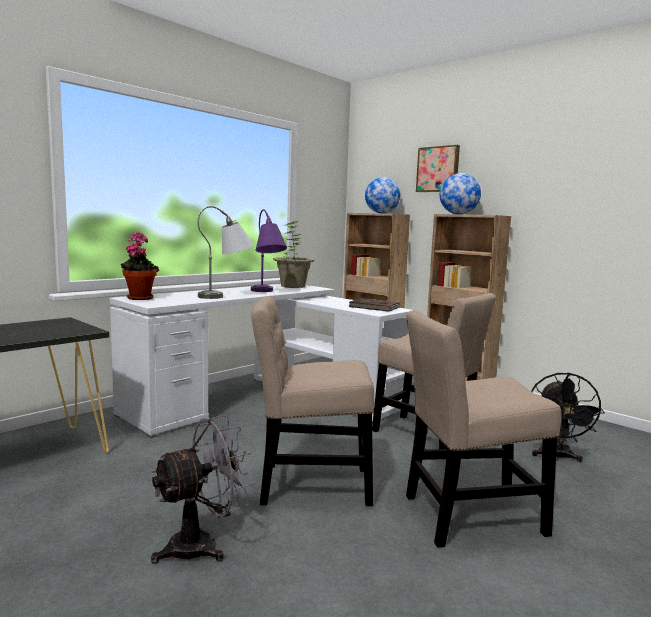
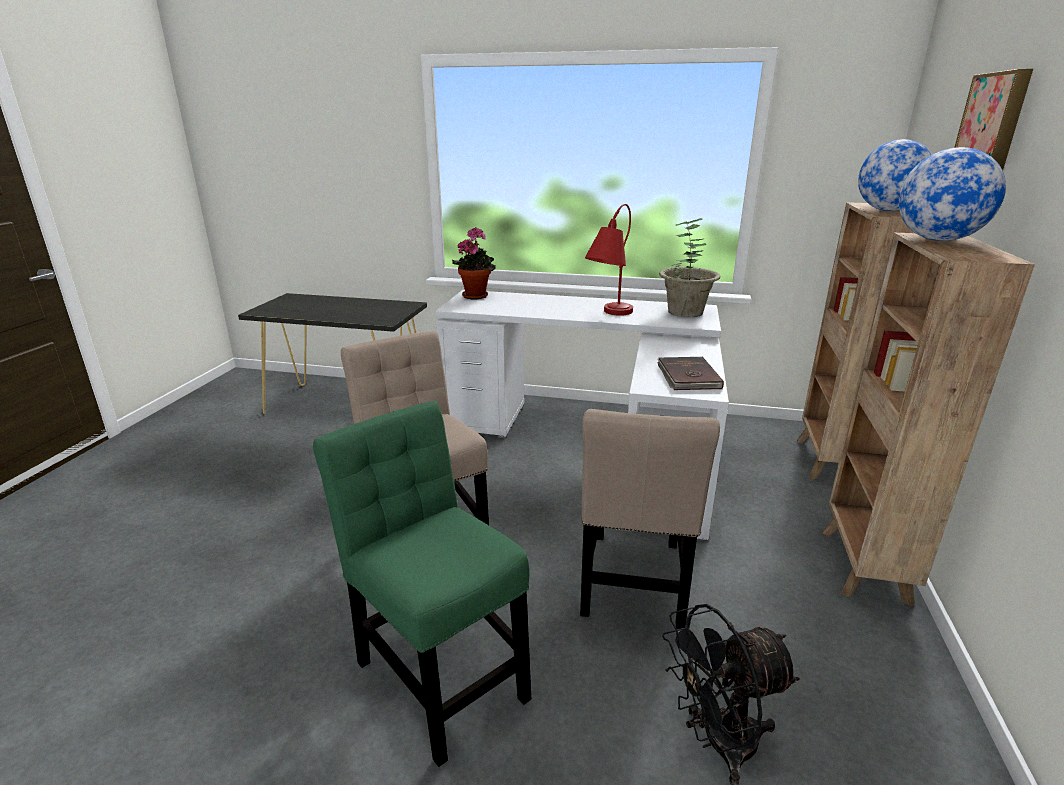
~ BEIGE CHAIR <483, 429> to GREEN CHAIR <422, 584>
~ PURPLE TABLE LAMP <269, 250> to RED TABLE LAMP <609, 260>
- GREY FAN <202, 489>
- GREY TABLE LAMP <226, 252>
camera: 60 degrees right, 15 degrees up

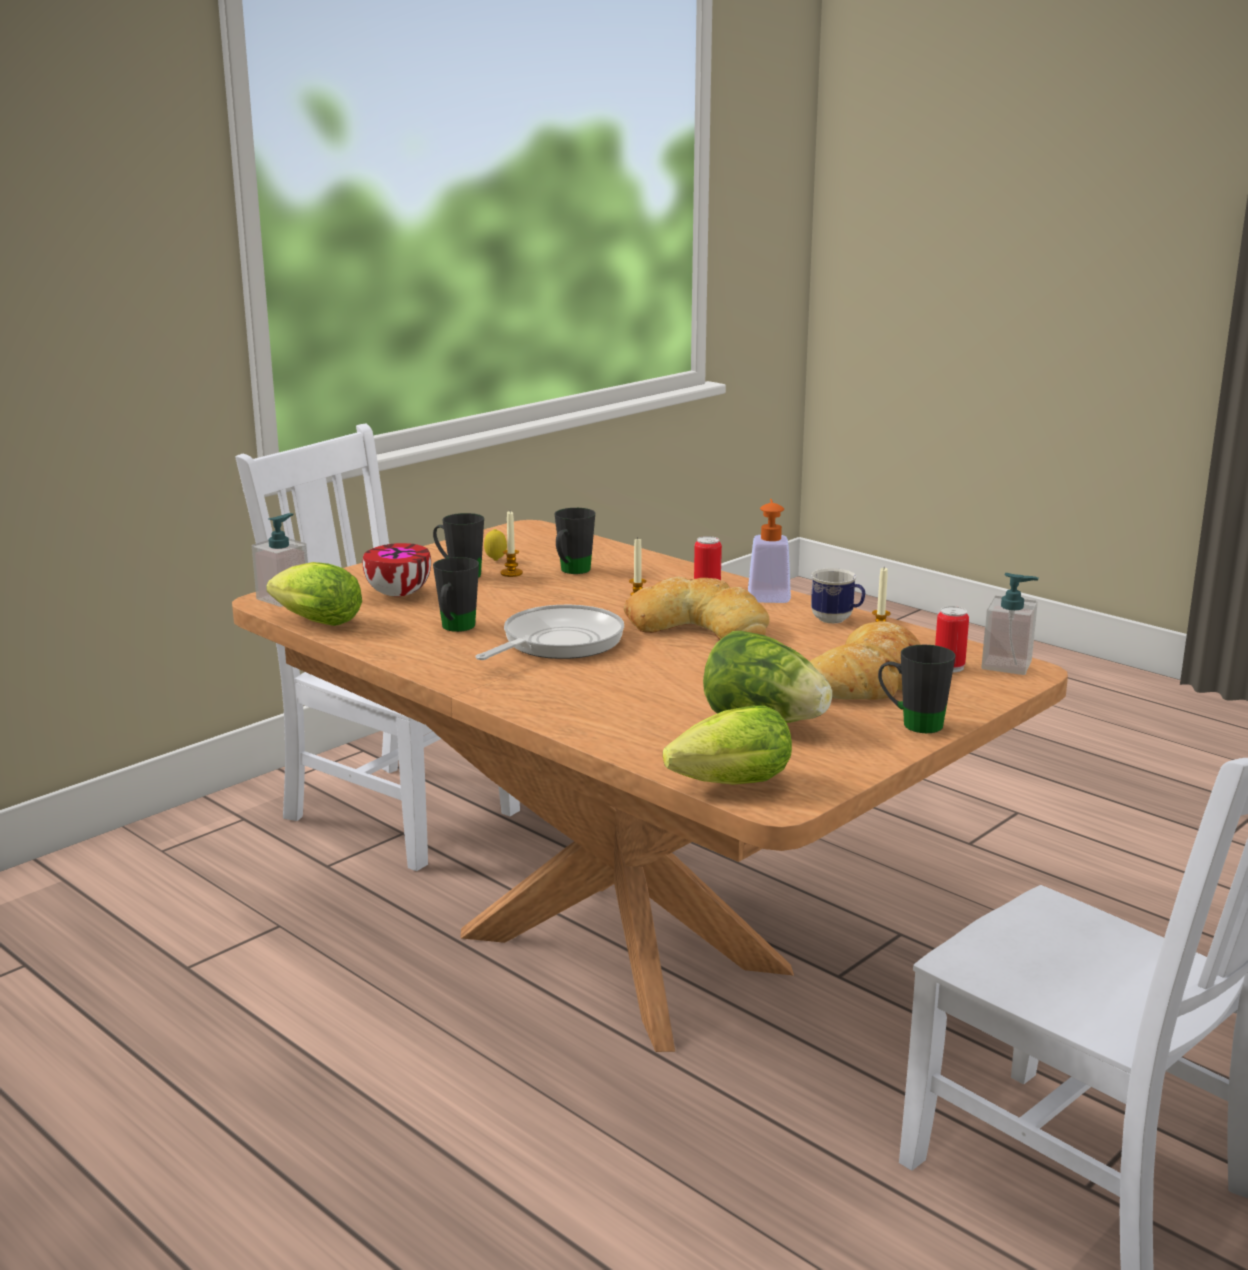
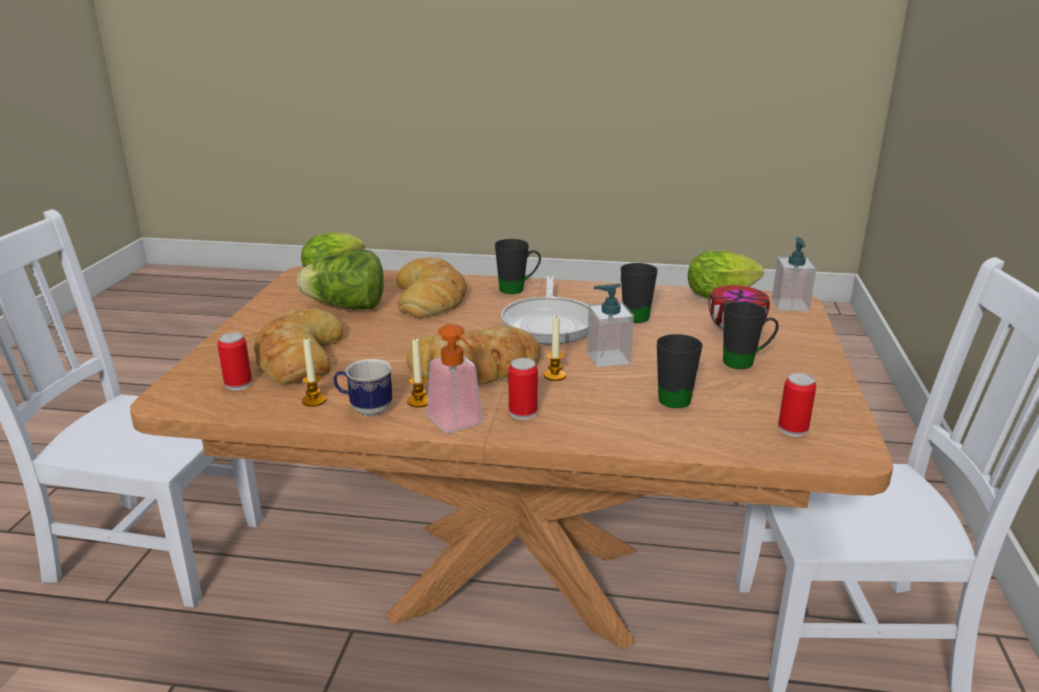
+ BREAD <431, 287>
~ CANDLE <512, 544> to <417, 373>
~ BLACK MUG <917, 688> to <518, 266>
~ SOAP DISPENSER <1010, 624> to <610, 325>
+ CAN <797, 405>
- LEMON <495, 545>
camera: 145 degrees right, 5 degrees up

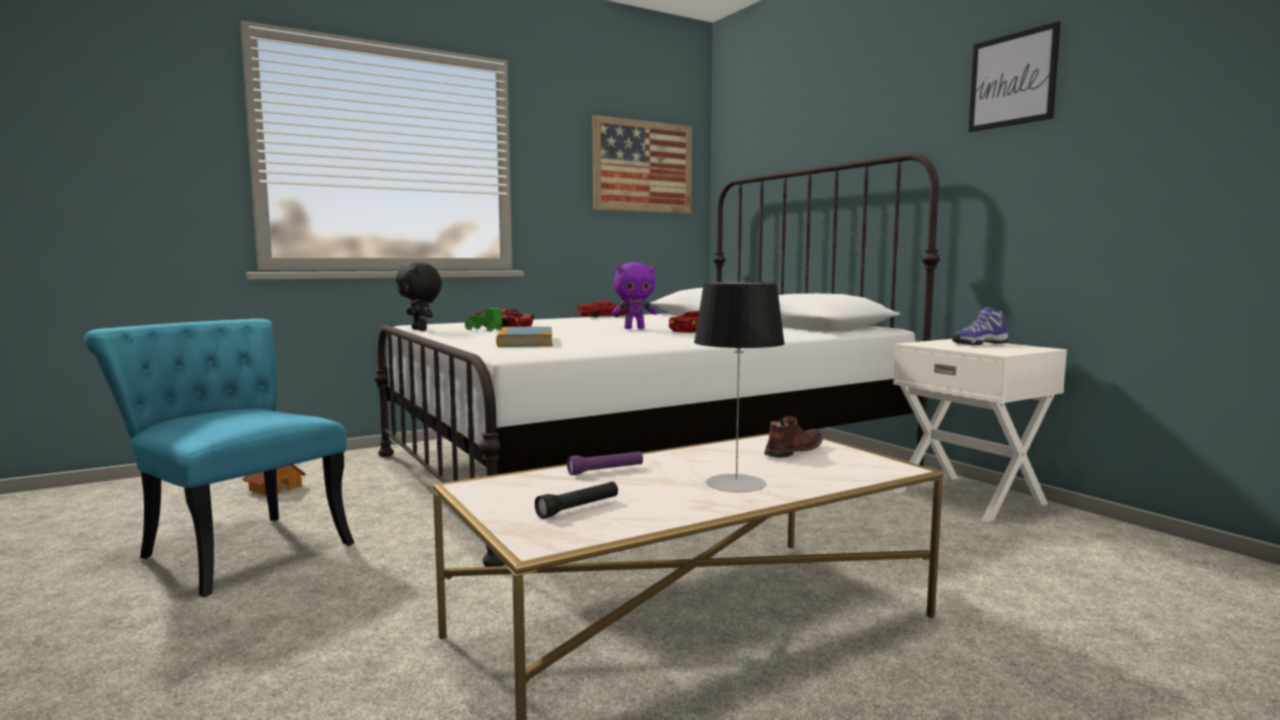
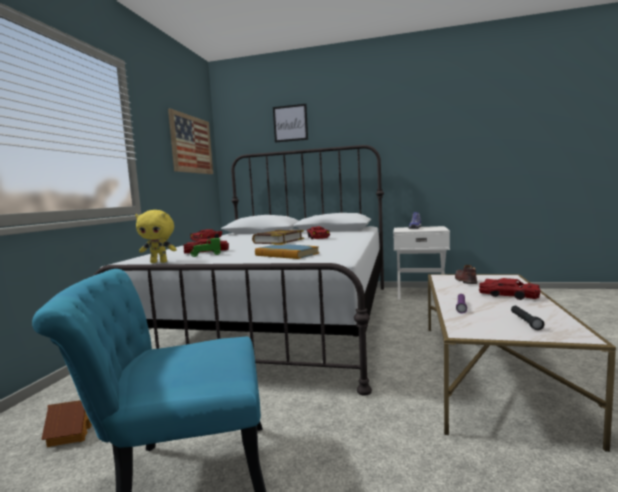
~ BLACK PLUSH TOY <419, 296> to YELLOW PLUSH TOY <156, 236>
~ PURPLE PLUSH TOY <634, 295> to BOOK <278, 237>
~ PICTURE <1015, 76> to <290, 123>
~ TABLE LAMP <739, 387> to RED TOY CAR <510, 289>
camera: 45 degrees left, 0 degrees up

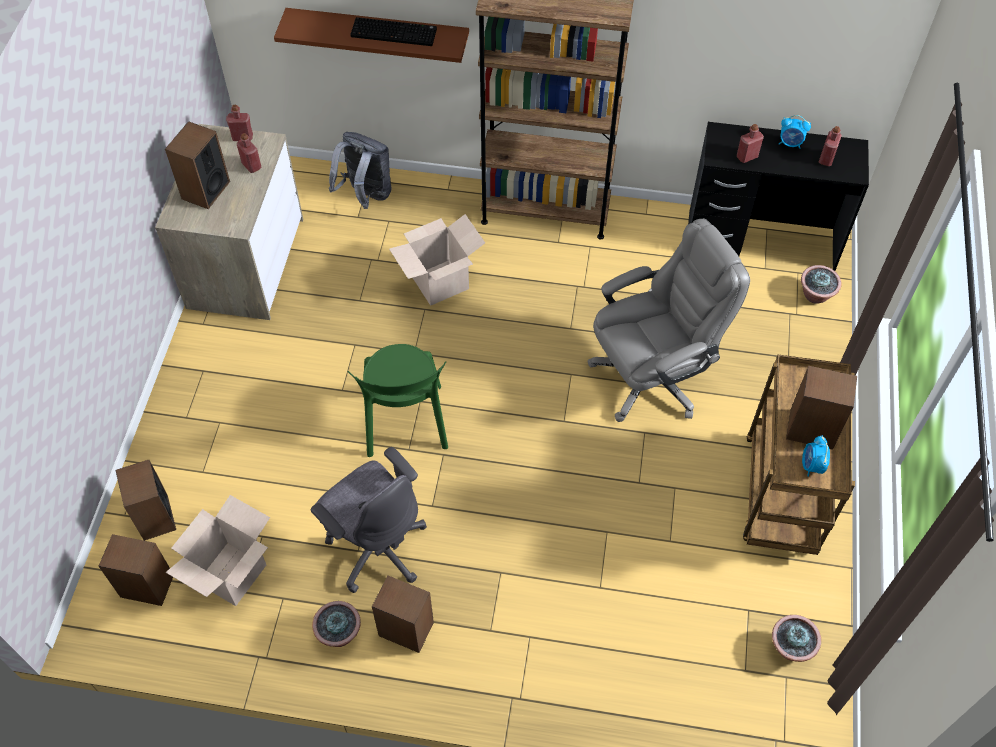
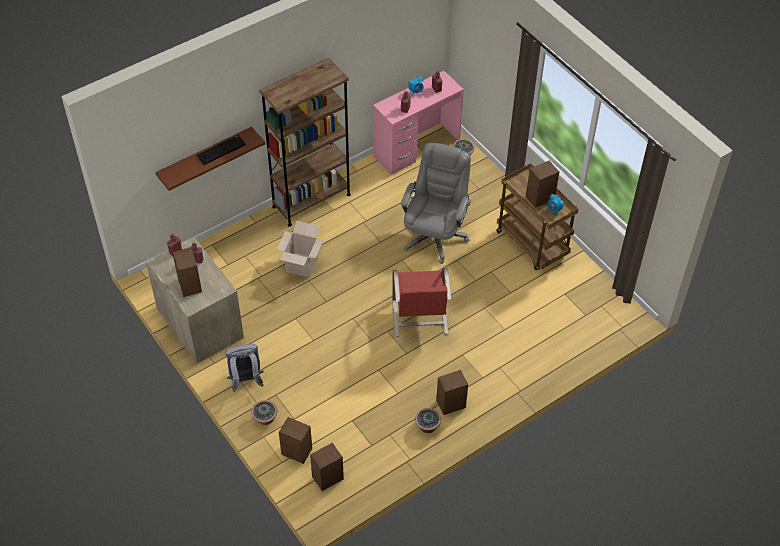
~ GREY BACKPACK <360, 170> to <244, 368>
~ POTTED PLANT <796, 638> to <264, 412>
~ BLACK DESK <778, 196> to PINK DESK <418, 123>
+ RED CHAIR <421, 302>
- CARDBOARD BOX <218, 550>
- GREY OFFICE CHAIR <369, 520>
- GREEN CHAIR <397, 400>
camera: 45 degrees left, 5 degrees down

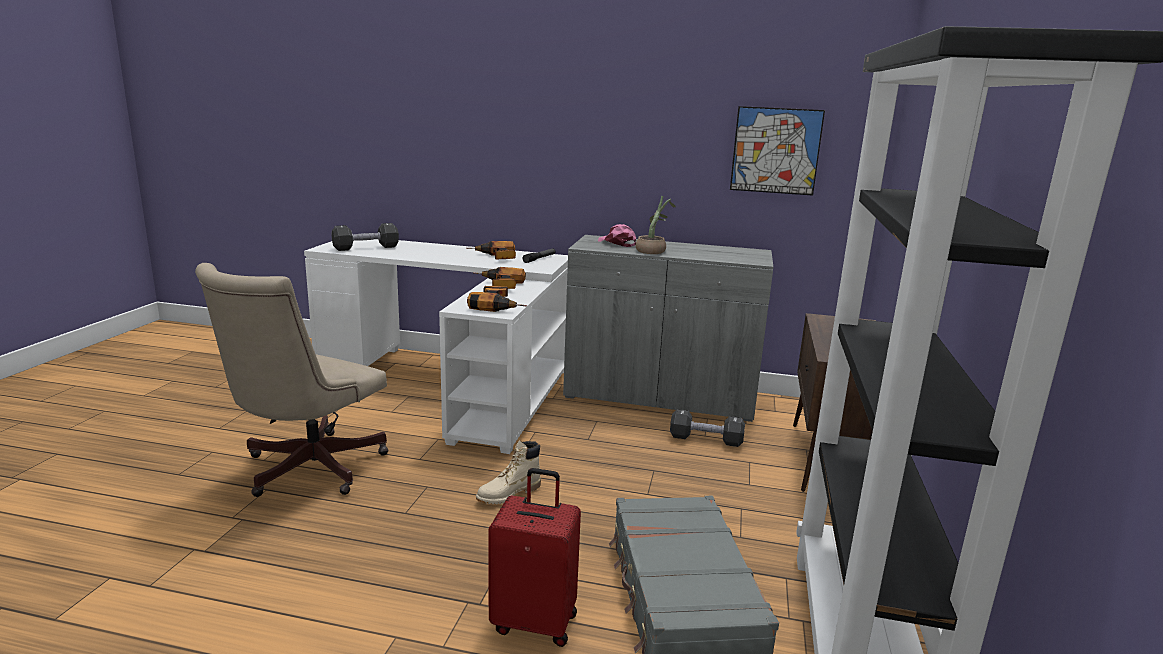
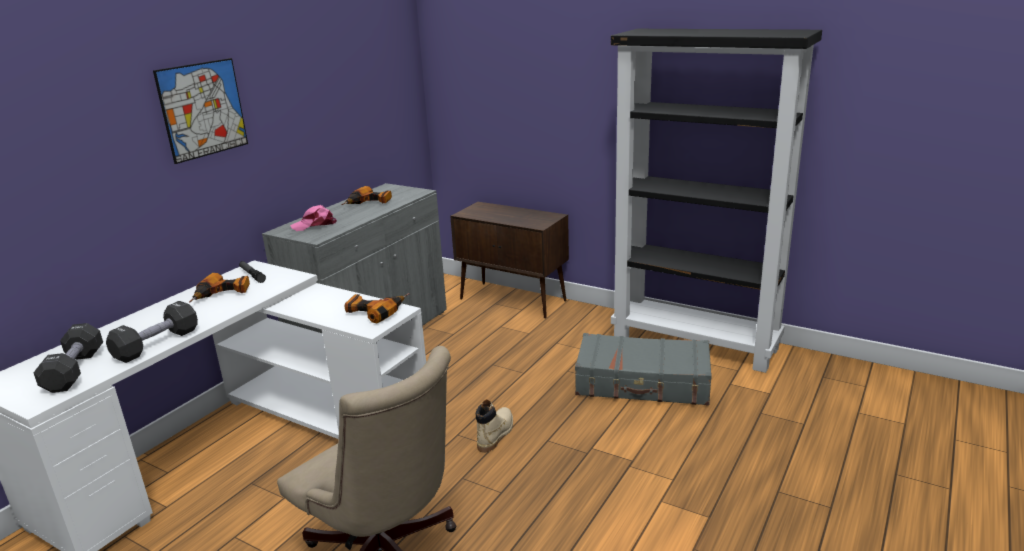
~ BLACK DUMBBELL <707, 428> to <152, 332>
~ PICTURE <777, 151> to <200, 111>
~ POWER DRILL <499, 278> to <366, 195>
~ BEIGE BOOT <508, 472> = <494, 426> 135 degrees counterclockwise
- RED SUITCASE <535, 557>
- POTTED PLANT <656, 225>
camera: 70 degrees left, 5 degrees up

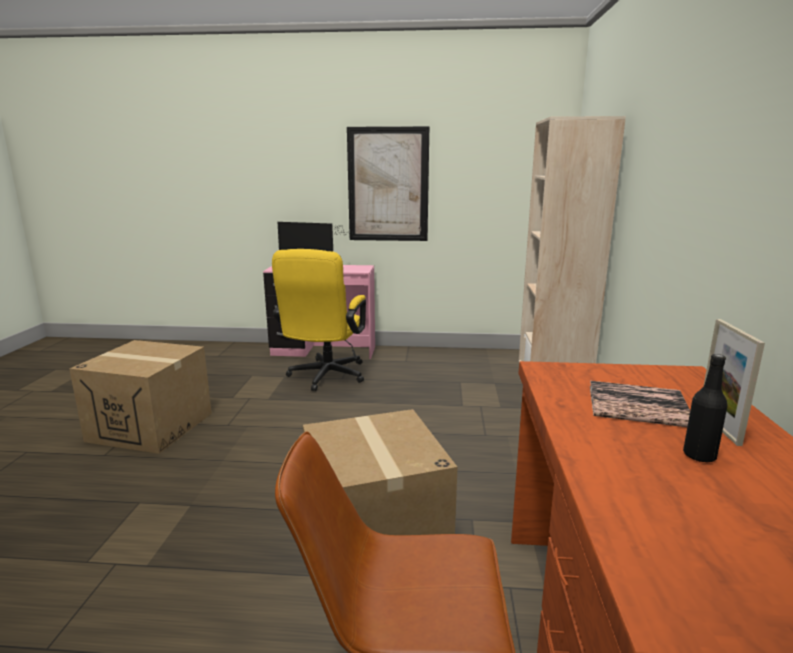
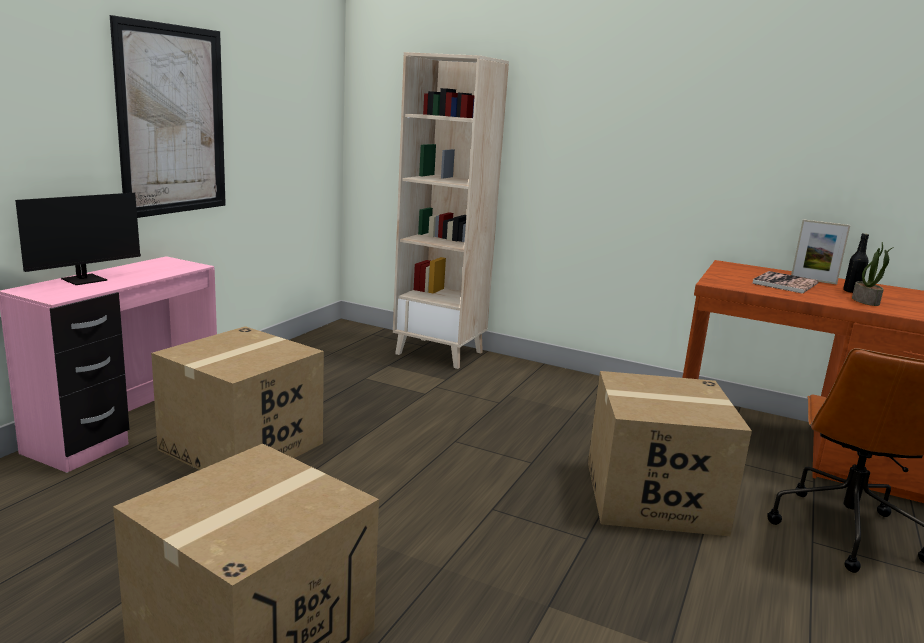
~ YELLOW OFFICE CHAIR <319, 320> to CARDBOARD BOX <237, 398>
+ POTTED PLANT <873, 274>
camera: 70 degrees left, 0 degrees up

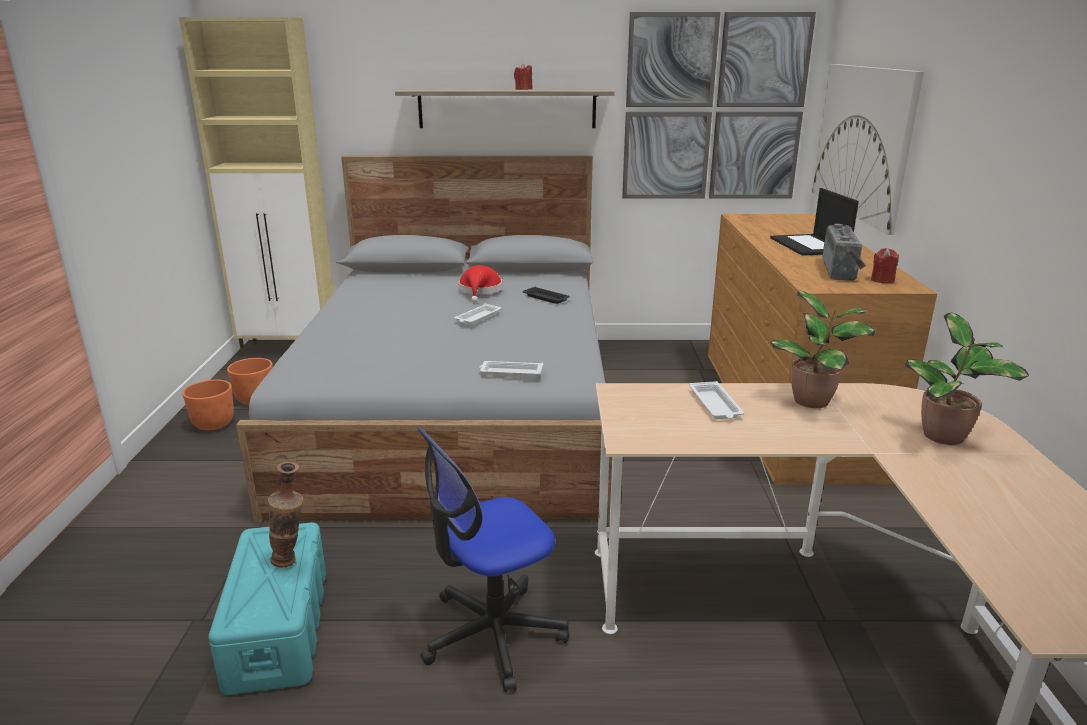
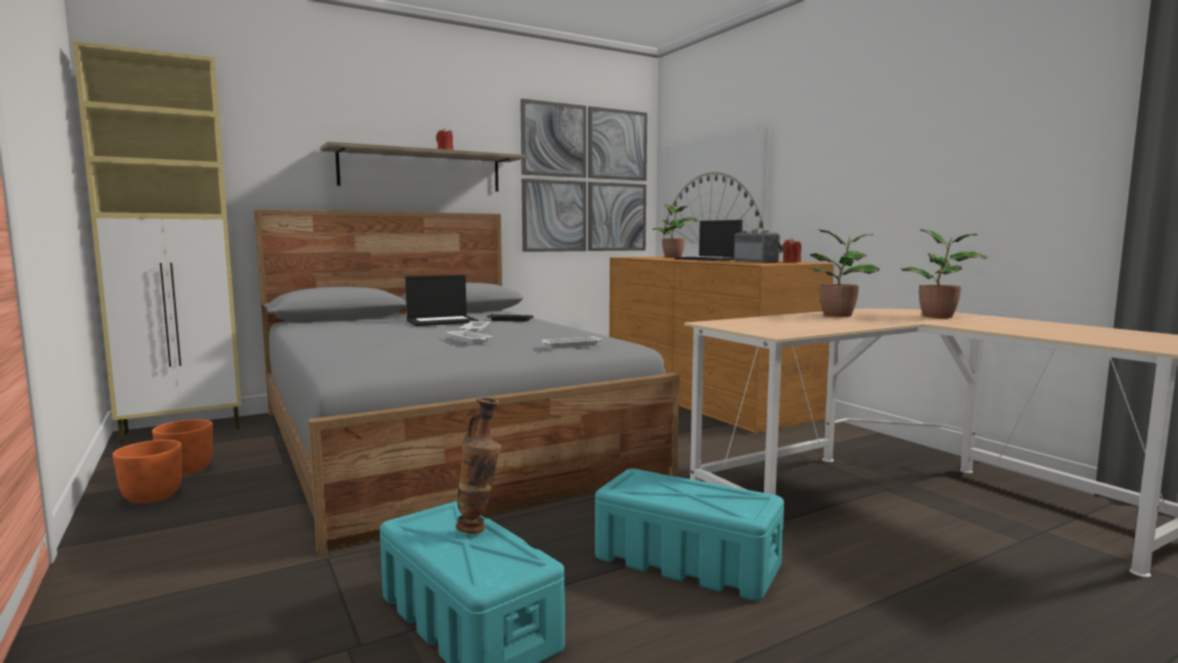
~ RED HAT <480, 284> to LAPTOP <442, 300>
~ WHITE TRAY <716, 400> to <469, 337>
~ OFFICE CHAIR <493, 559> to TURQUOISE STORAGE BOX <689, 535>
+ POTTED PLANT <675, 231>
camera: 30 degrees left, 15 degrees down

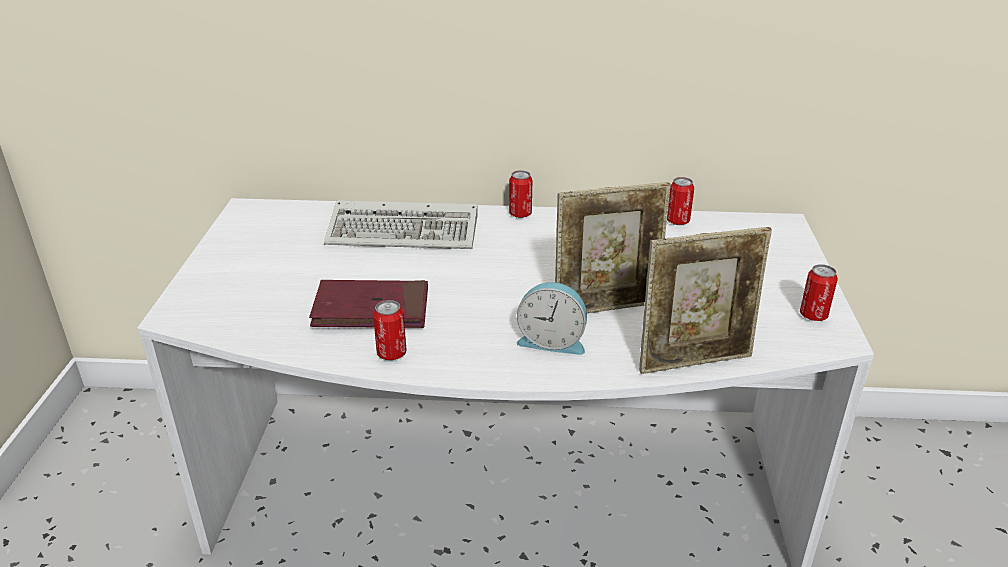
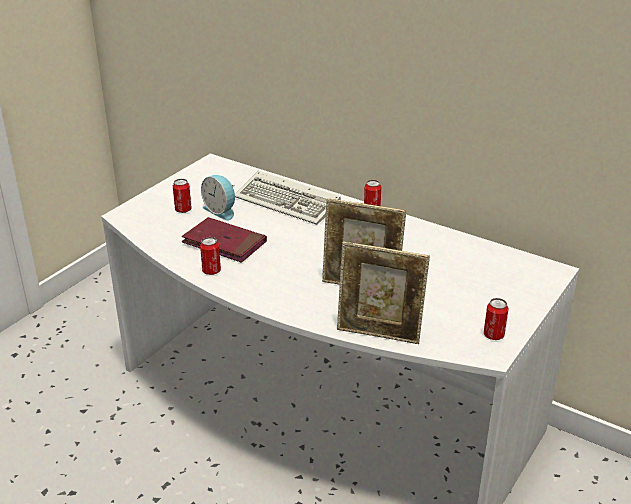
~ CAN <680, 201> to <182, 196>
~ ALARM CLOCK <552, 318> to <218, 198>
camera: 30 degrees right, 0 degrees up

